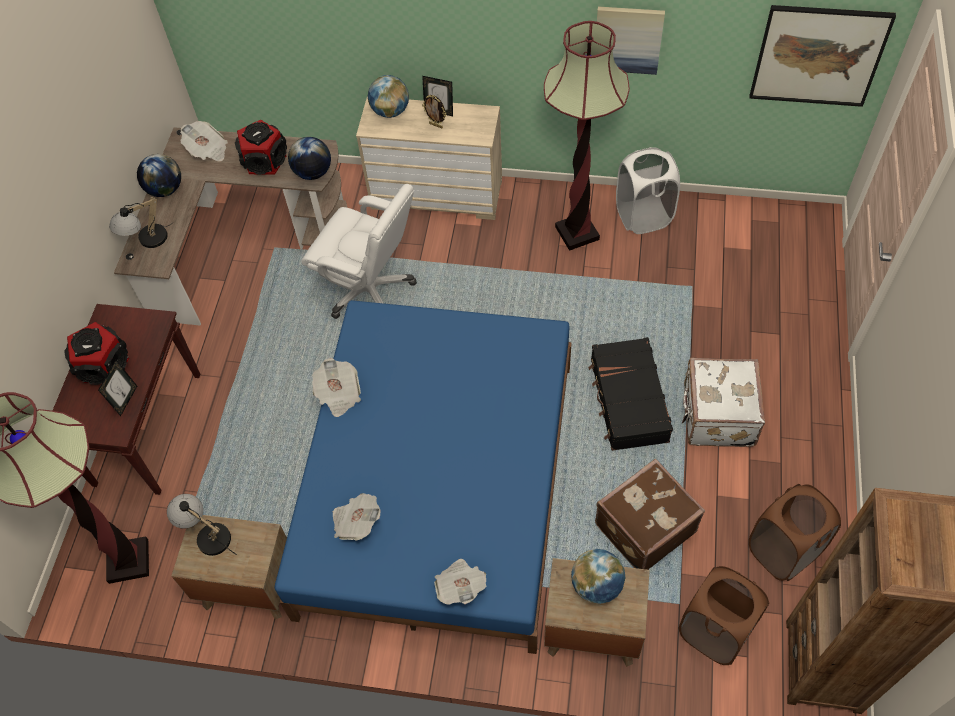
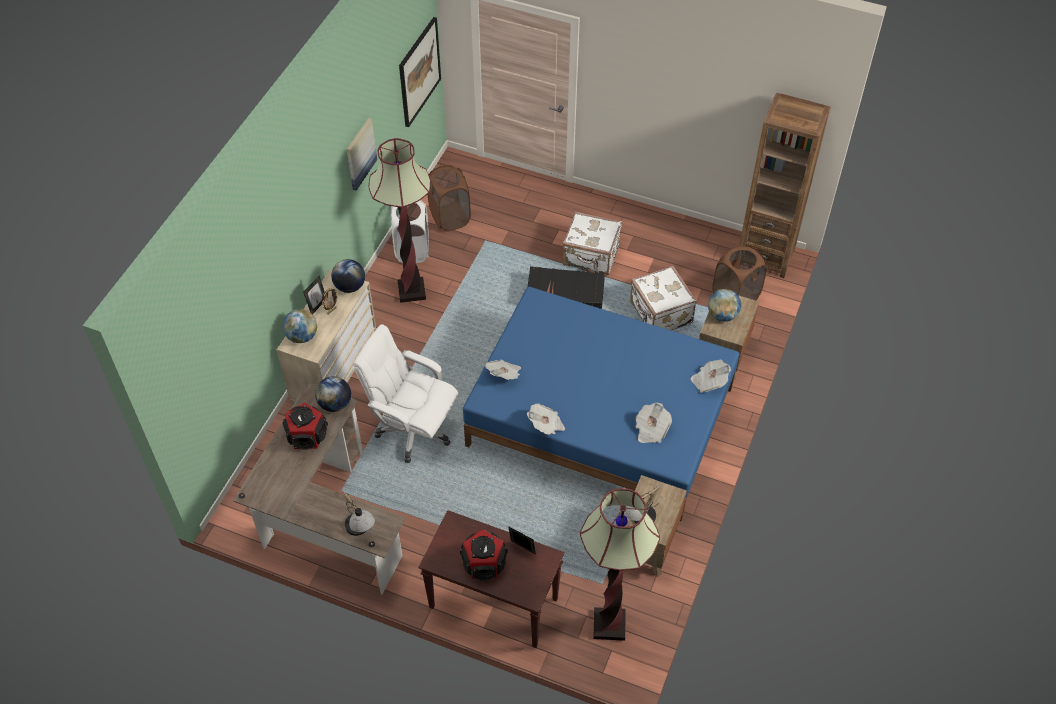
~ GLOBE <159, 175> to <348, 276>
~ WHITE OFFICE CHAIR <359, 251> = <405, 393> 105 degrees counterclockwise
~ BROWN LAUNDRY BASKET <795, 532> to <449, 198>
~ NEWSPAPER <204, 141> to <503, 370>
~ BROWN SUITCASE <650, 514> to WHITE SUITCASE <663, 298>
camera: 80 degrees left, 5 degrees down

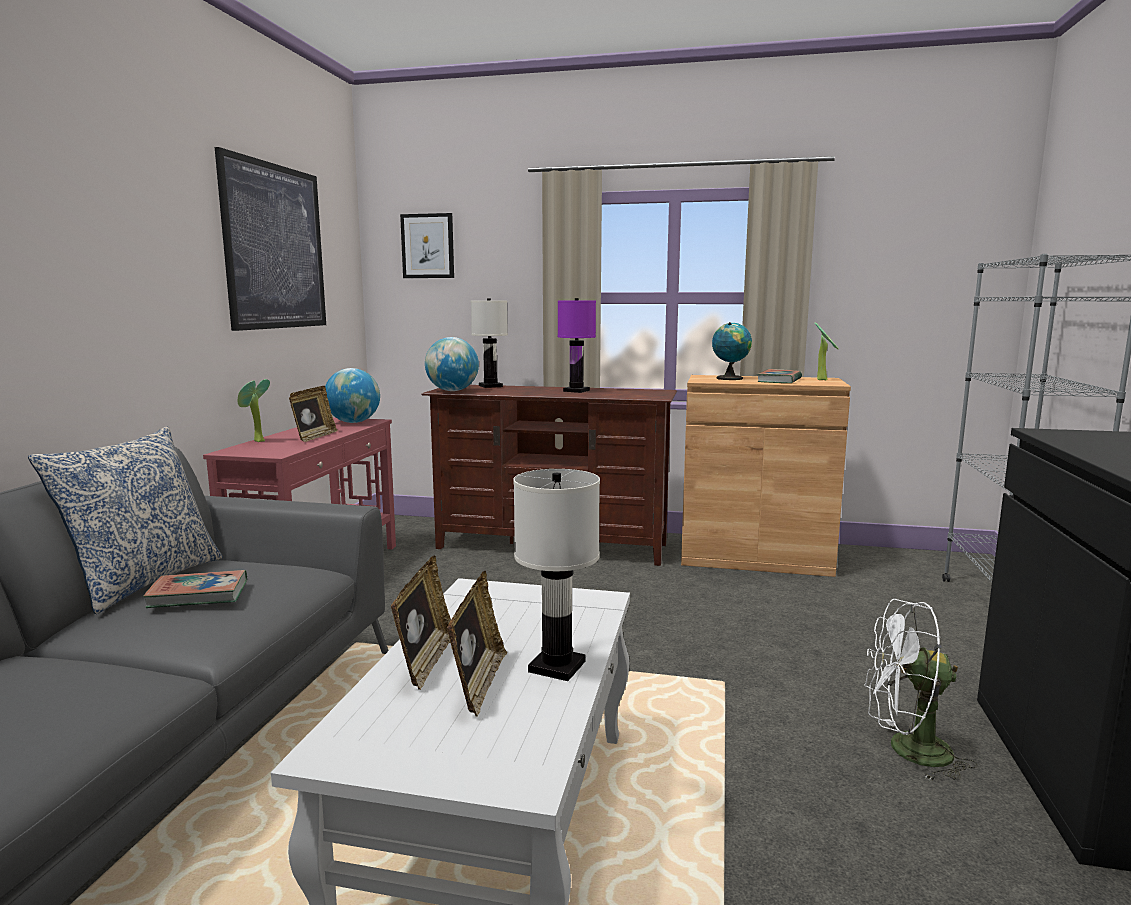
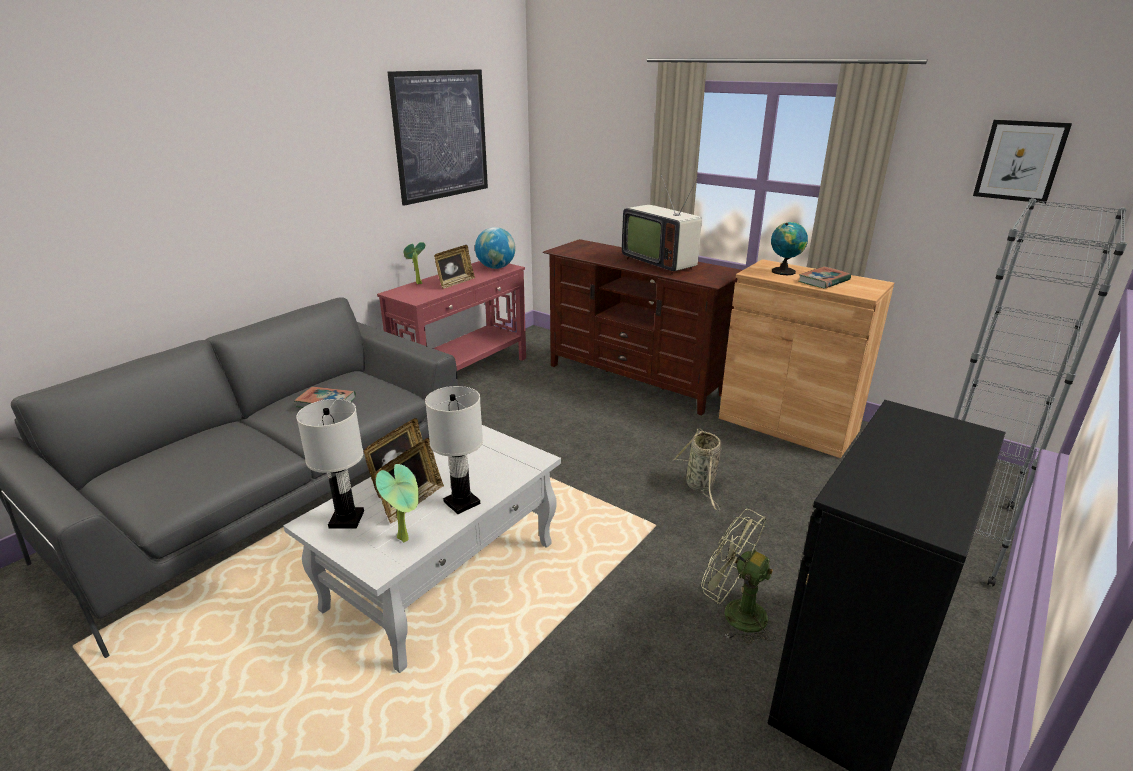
~ WHITE TABLE LAMP <489, 343> to <330, 464>
~ POTTED PLANT <827, 351> to <397, 503>
~ PURPLE TABLE LAMP <577, 345> to TELEVISION <662, 224>
+ BASKET <697, 469>
~ WHITE FAN <920, 690> to GREEN FAN <738, 577>
~ PICTURE <427, 245> to <1022, 161>
- PILLOW <125, 520>
- GLOBE <452, 364>
camera: 25 degrees right, 15 degrees up

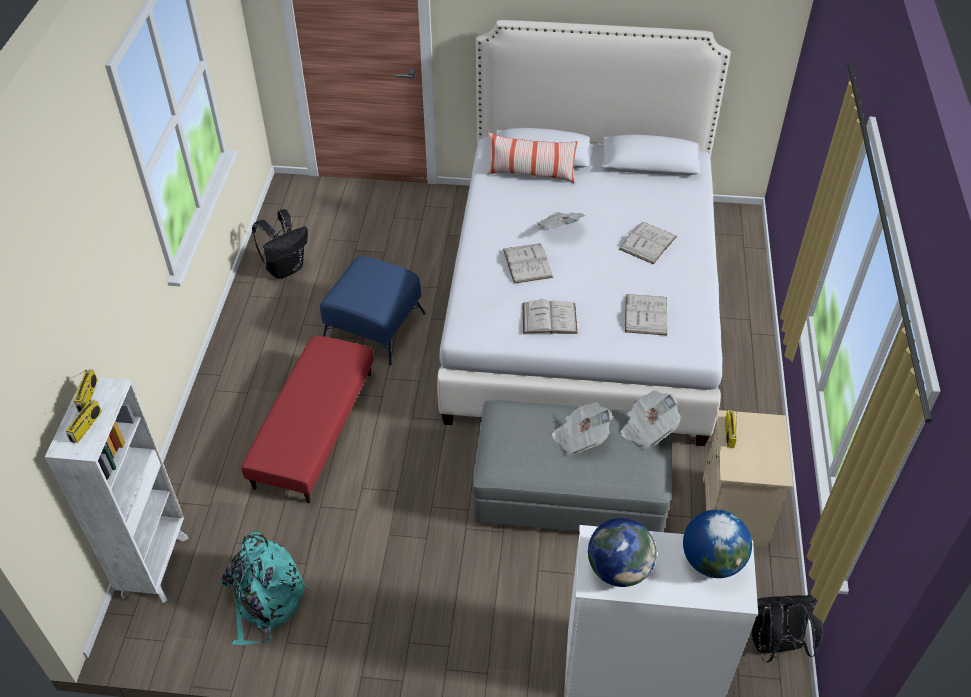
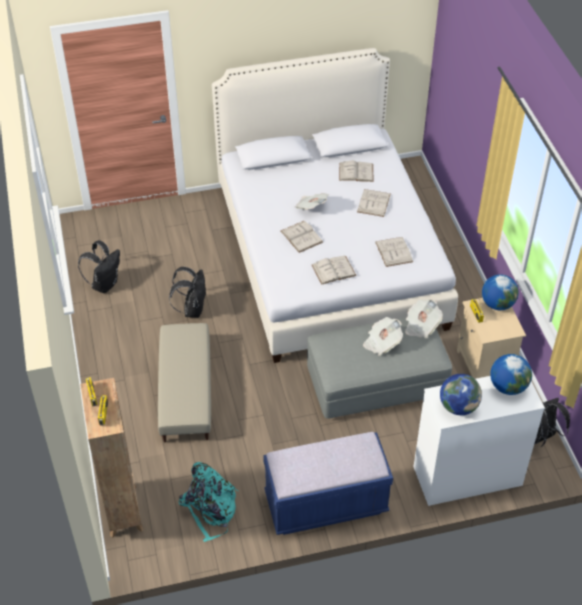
~ WHITE BOOKCASE <117, 490> to BROWN BOOKCASE <112, 458>
~ RED OTTOMAN <307, 419> to BEIGE OTTOMAN <184, 382>
~ BLUE OTTOMAN <373, 310> to BLACK BACKPACK <187, 292>
+ BLUE BENCH <328, 483>
+ WHITE BOOK <356, 171>
+ GLOBE <500, 292>
- PILLOW <532, 157>
camera: 20 degrees left, 0 degrees up

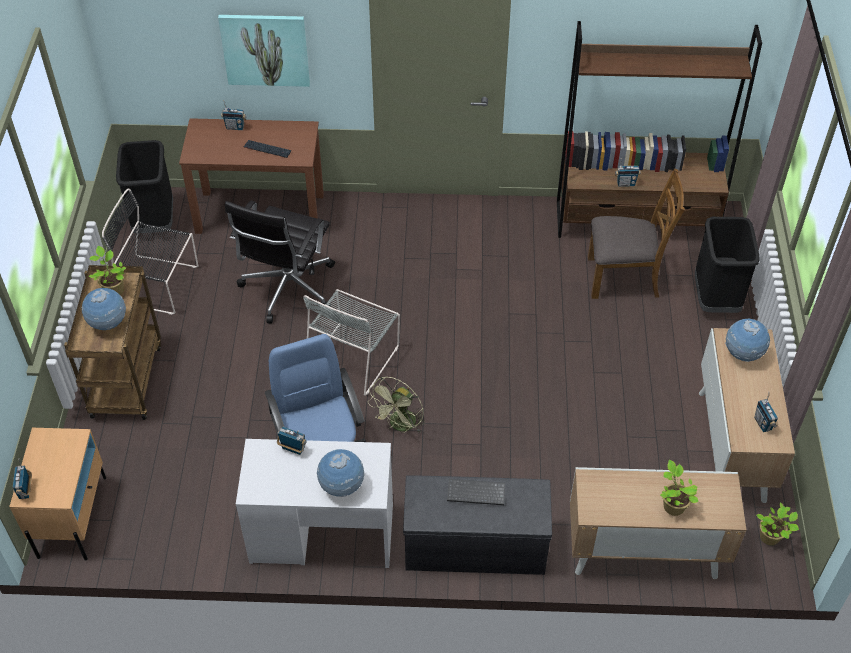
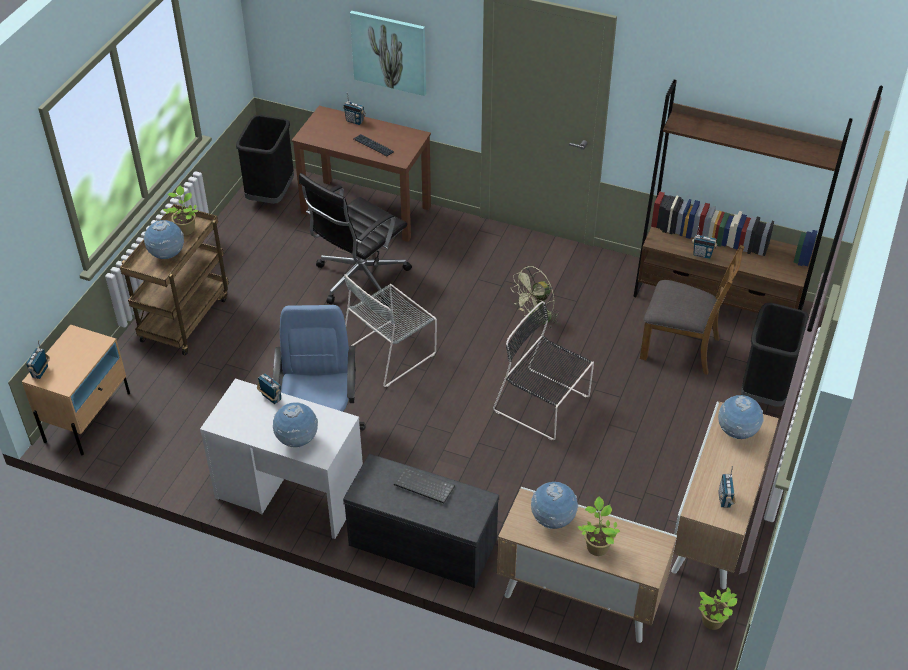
~ BLACK CHAIR <150, 252> to <543, 370>
~ GREEN FAN <396, 405> to <535, 297>
+ GLOBE <554, 505>
camera: 20 degrees right, 5 degrees down

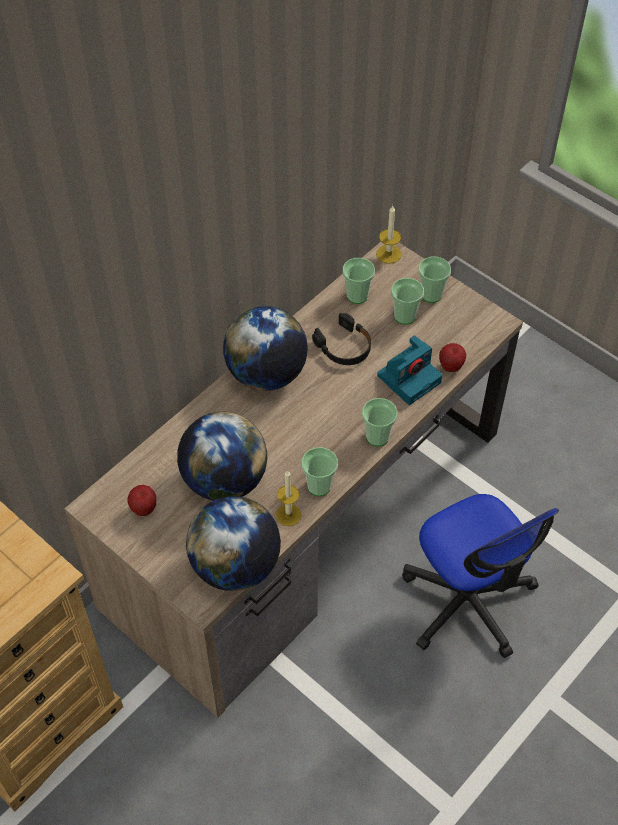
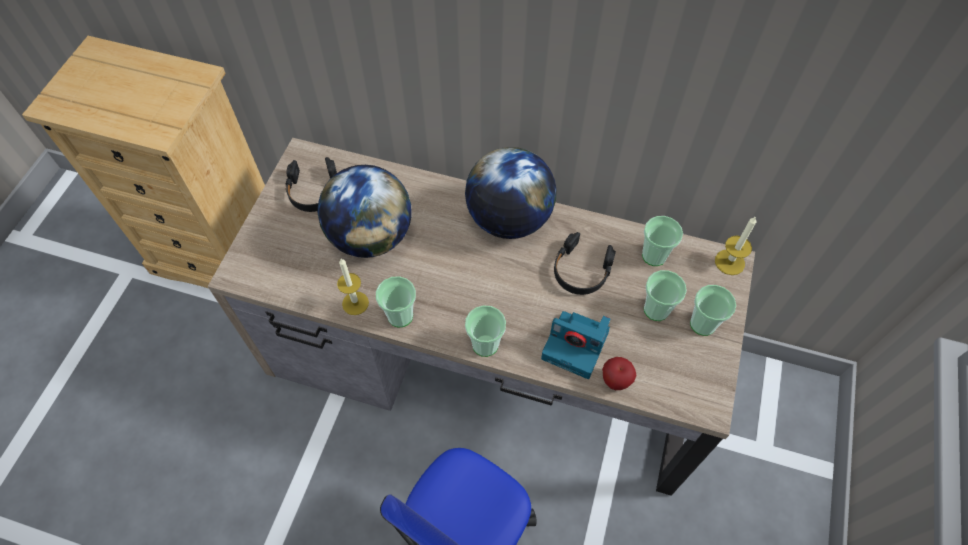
~ APPLE <141, 500> to BLACK HEADPHONES <311, 184>
- GLOBE <233, 543>
camera: 65 degrees right, 5 degrees up

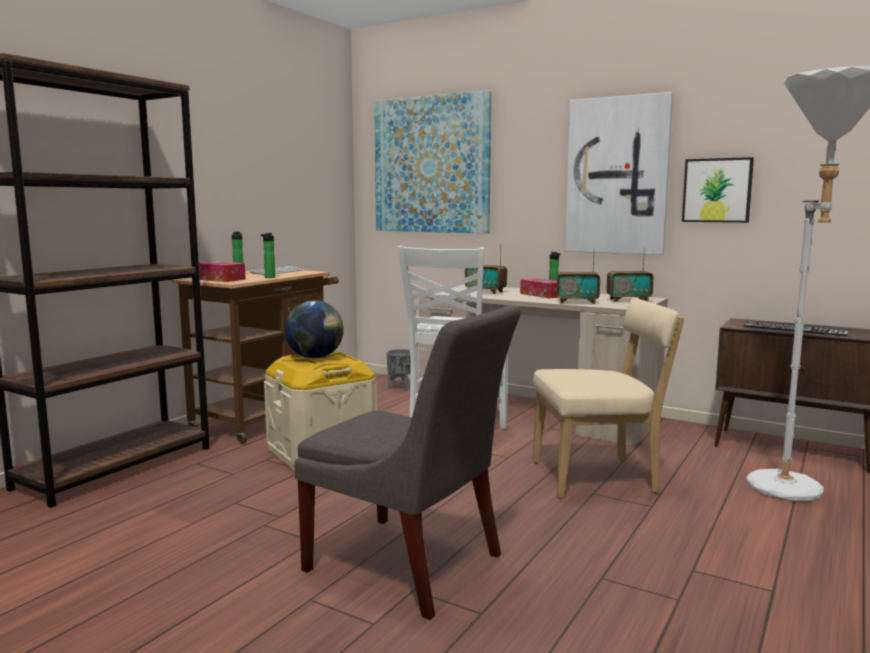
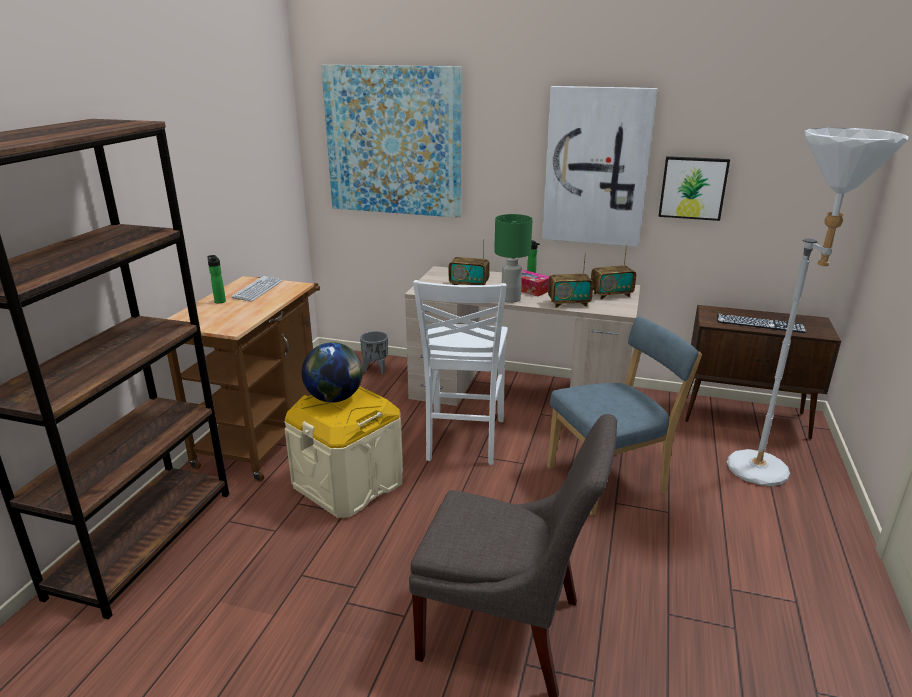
+ GREEN TABLE LAMP <513, 258>
~ BEIGE CHAIR <608, 398> to BLUE CHAIR <624, 415>
- TISSUE BOX <222, 271>
- BOTTLE <268, 255>
camera: 15 degrees left, 15 degrees up

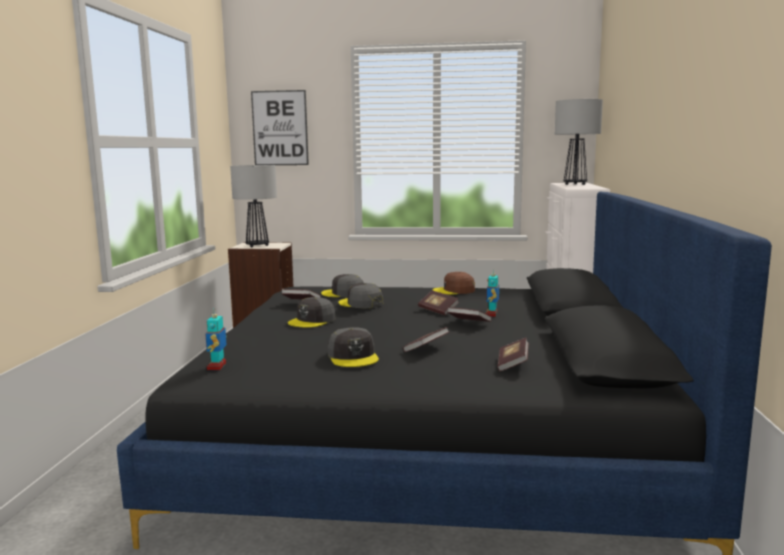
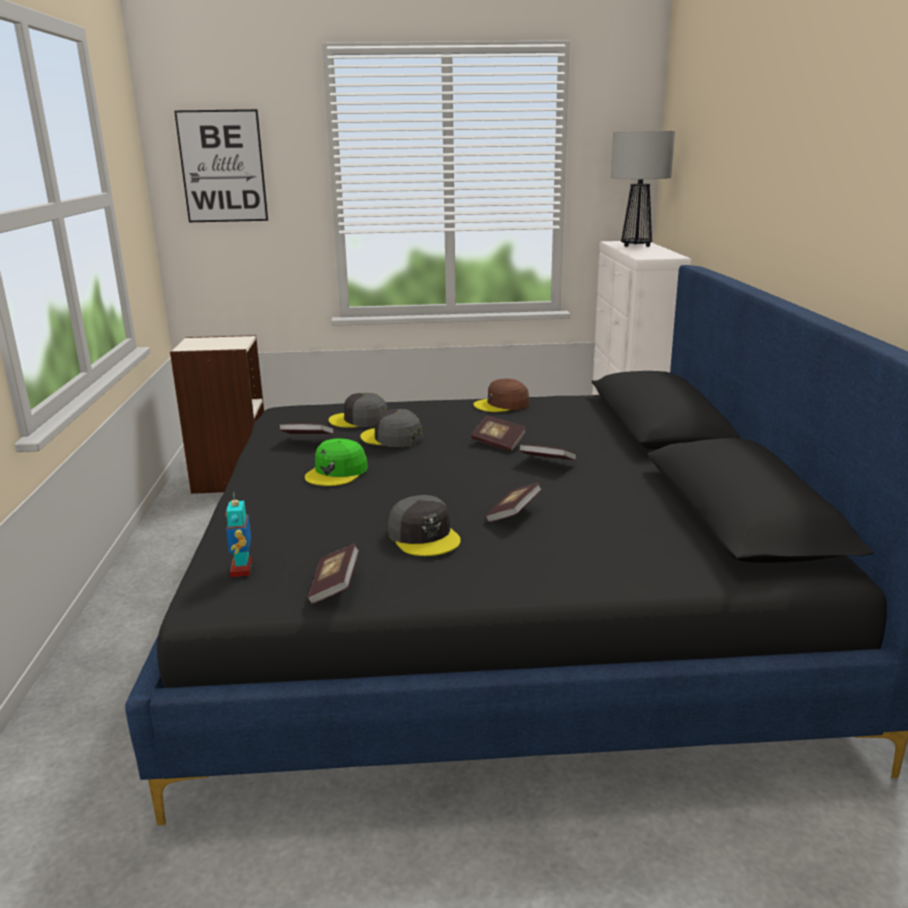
~ GREY CAP <311, 312> to GREEN CAP <336, 462>
~ BOOK <512, 354> to <333, 574>
- TABLE LAMP <253, 206>
- TOY ROBOT <492, 295>
camera: 10 degrees left, 10 degrees up

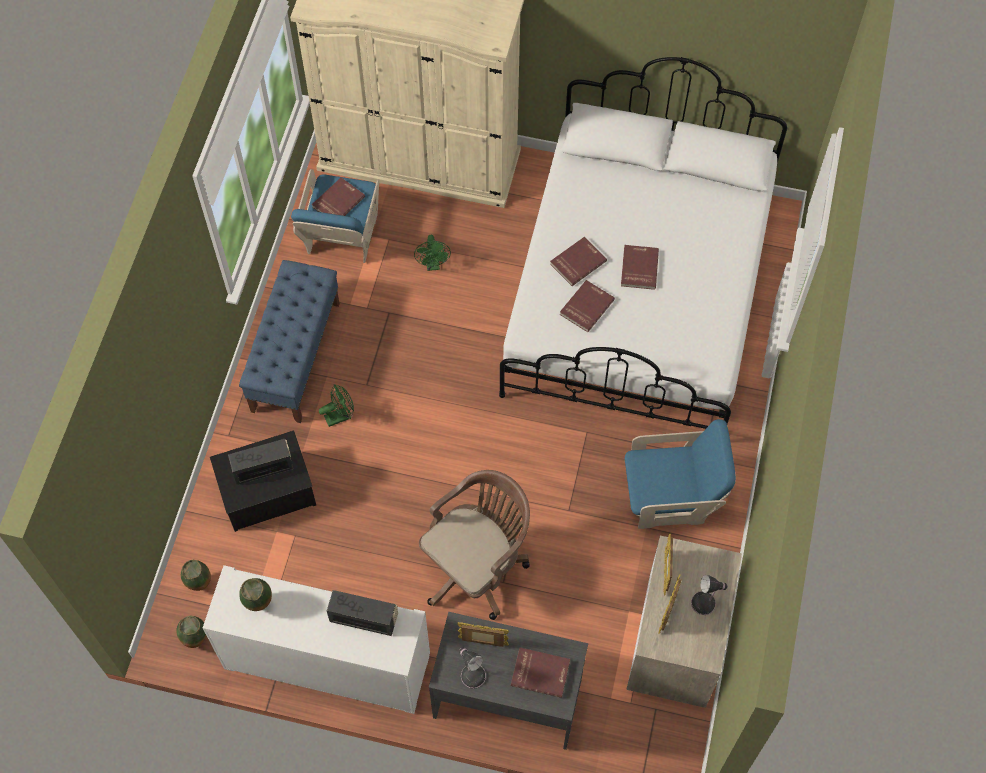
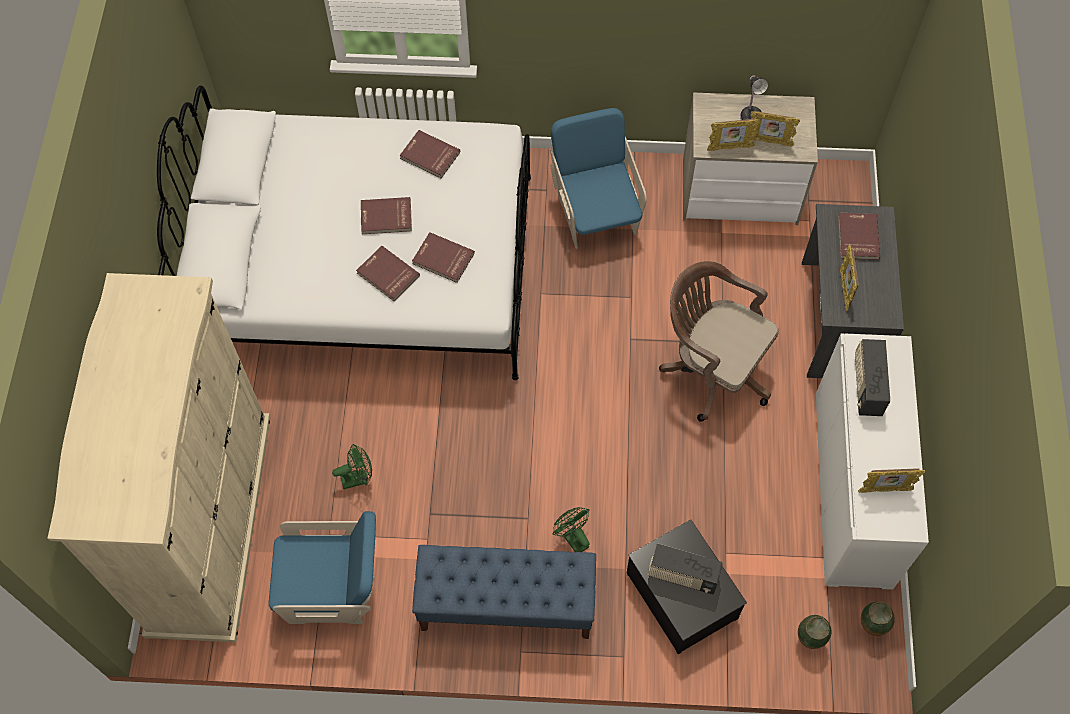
~ RED BOOK <338, 196> to <430, 154>
~ RADIO <260, 462> = <685, 568> 45 degrees counterclockwise
~ VASE <255, 594> to PICTURE FRAME <891, 480>
- TABLE LAMP <472, 668>
camera: 100 degrees left, 0 degrees up

